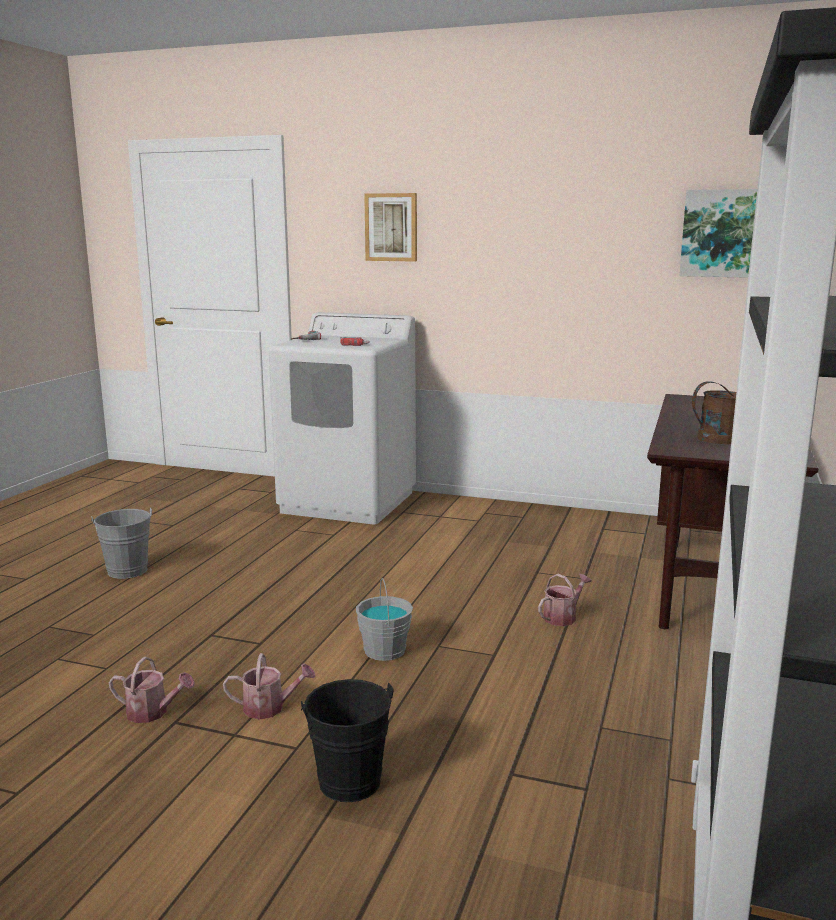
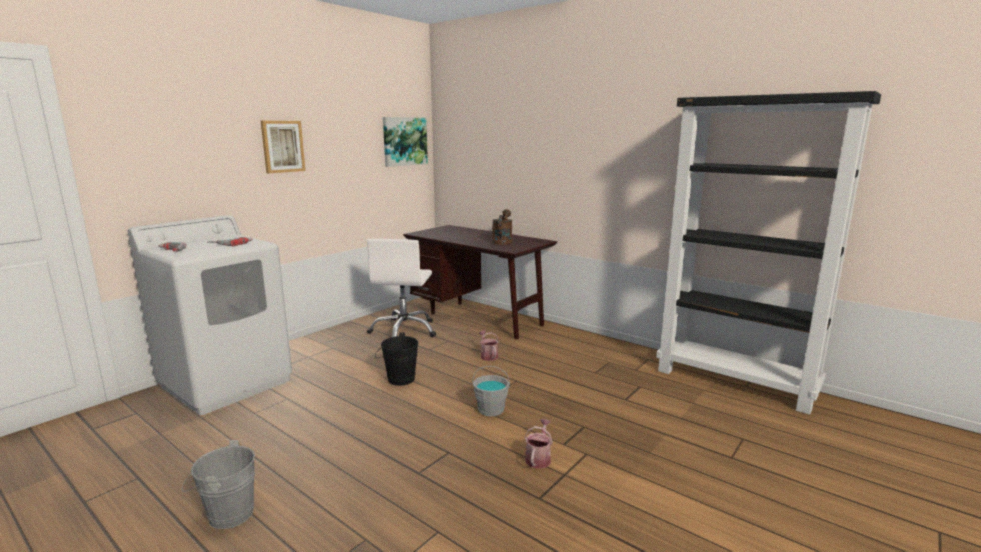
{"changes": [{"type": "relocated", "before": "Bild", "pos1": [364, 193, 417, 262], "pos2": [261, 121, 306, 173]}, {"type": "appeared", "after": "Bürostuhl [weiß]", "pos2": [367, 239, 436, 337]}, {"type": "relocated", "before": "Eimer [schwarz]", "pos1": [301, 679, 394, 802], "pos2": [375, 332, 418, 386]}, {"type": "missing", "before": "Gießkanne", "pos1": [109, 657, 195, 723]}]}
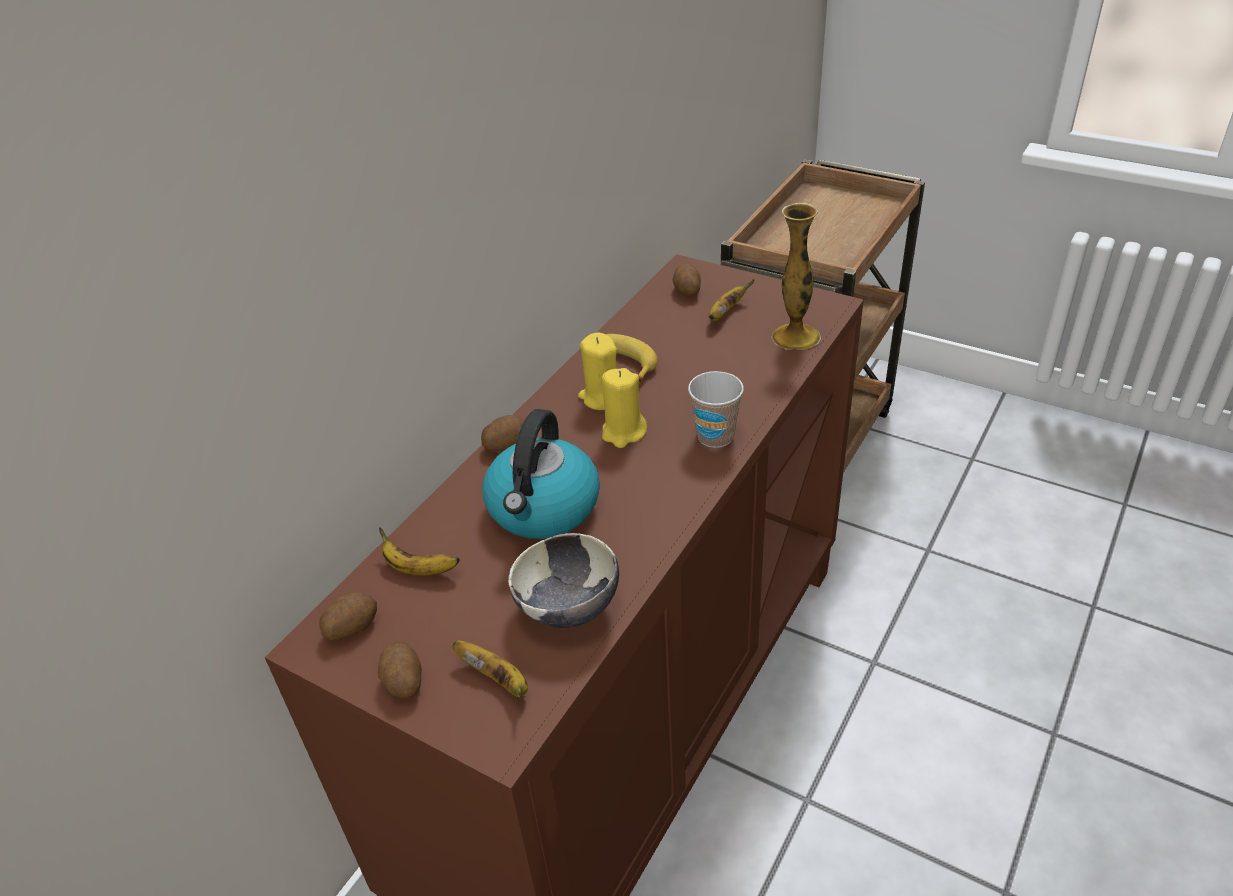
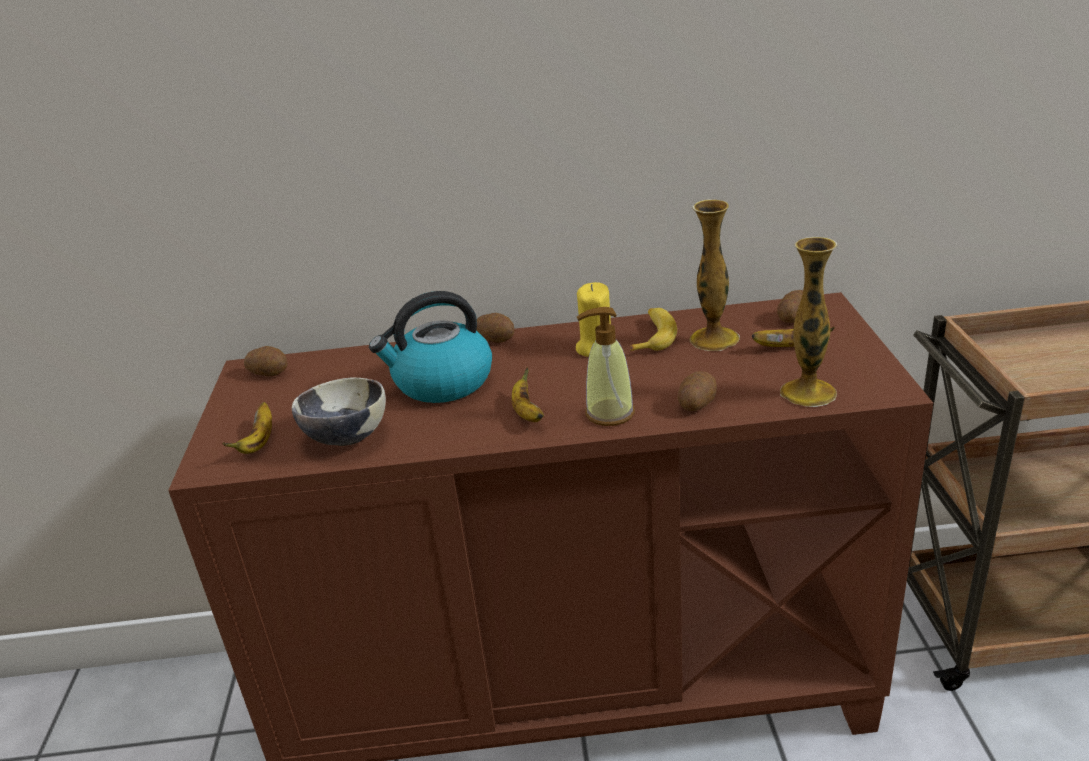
{"changes": [{"type": "relocated", "before": "Banane", "pos1": [379, 527, 460, 576], "pos2": [511, 367, 544, 422]}, {"type": "exchanged", "before": "Tasse", "after": "Seifenspender", "pos1": [688, 371, 744, 448], "pos2": [577, 307, 635, 426]}, {"type": "relocated", "before": "Kartoffel", "pos1": [378, 641, 422, 699], "pos2": [678, 371, 717, 411]}, {"type": "appeared", "after": "Vase", "pos2": [690, 199, 740, 351]}, {"type": "missing", "before": "Kerze [gelb]", "pos1": [601, 368, 647, 448]}]}
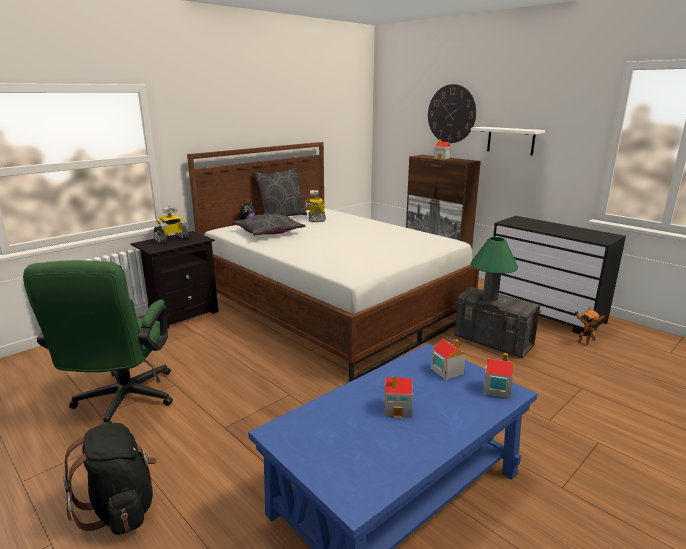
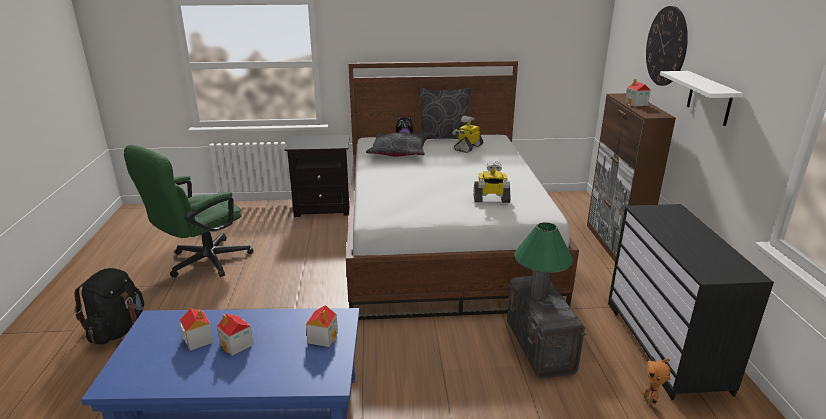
{"changes": [{"type": "relocated", "before": "Spielzeughaus", "pos1": [484, 353, 513, 399], "pos2": [180, 308, 214, 351]}, {"type": "relocated", "before": "Spielzeugroboter", "pos1": [154, 206, 189, 243], "pos2": [473, 161, 510, 203]}]}
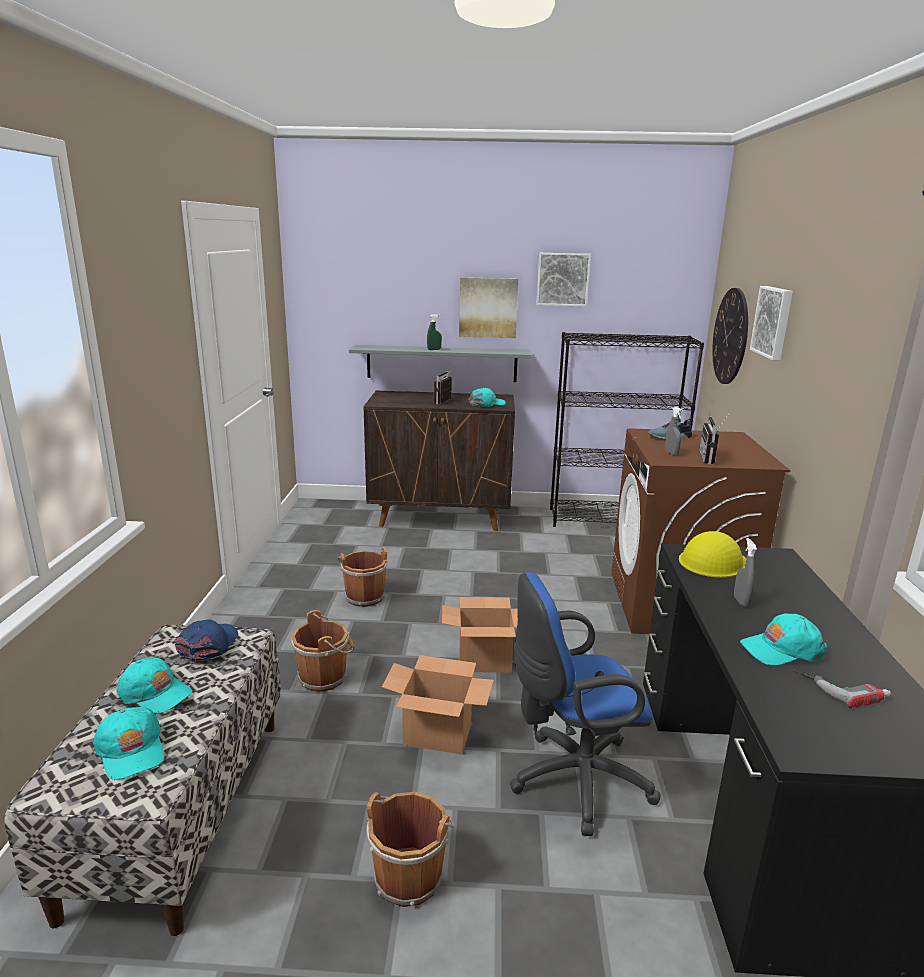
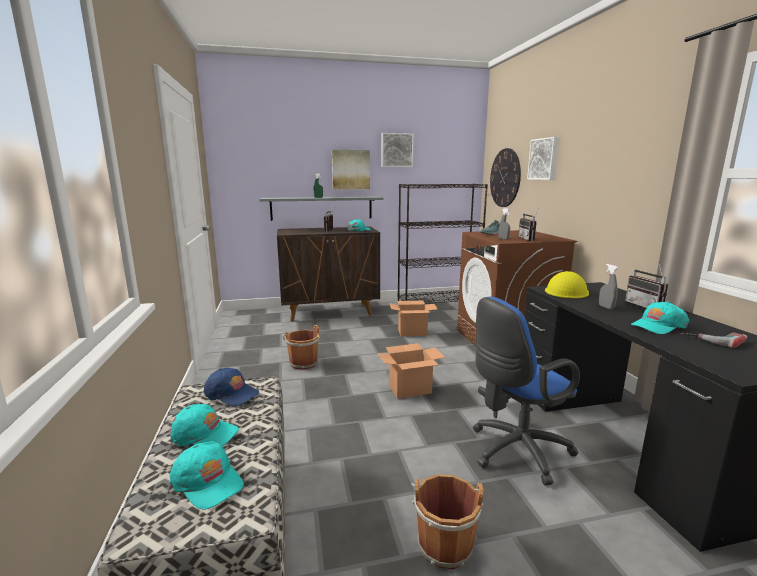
{"changes": [{"type": "spun", "before": "Kappe [blau]", "pos1": [175, 619, 238, 662], "pos2": [204, 368, 259, 406], "turn": 120}, {"type": "relocated", "before": "Karton", "pos1": [382, 655, 494, 755], "pos2": [389, 301, 438, 336]}, {"type": "appeared", "after": "Radio", "pos2": [625, 262, 668, 308]}, {"type": "missing", "before": "Eimer [braun]", "pos1": [291, 610, 354, 692]}]}
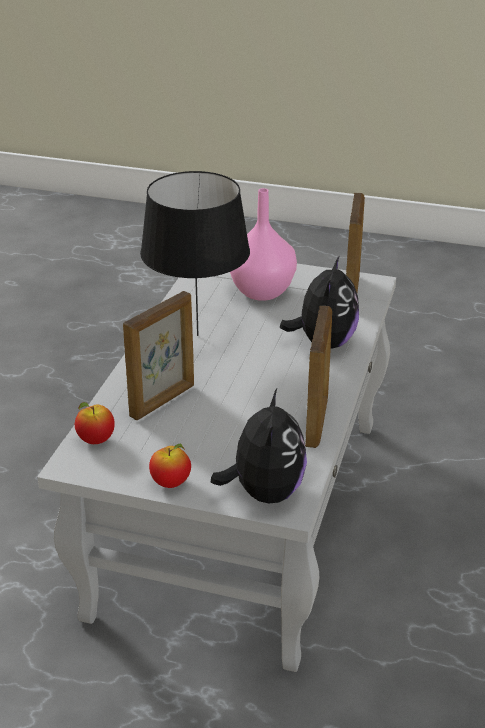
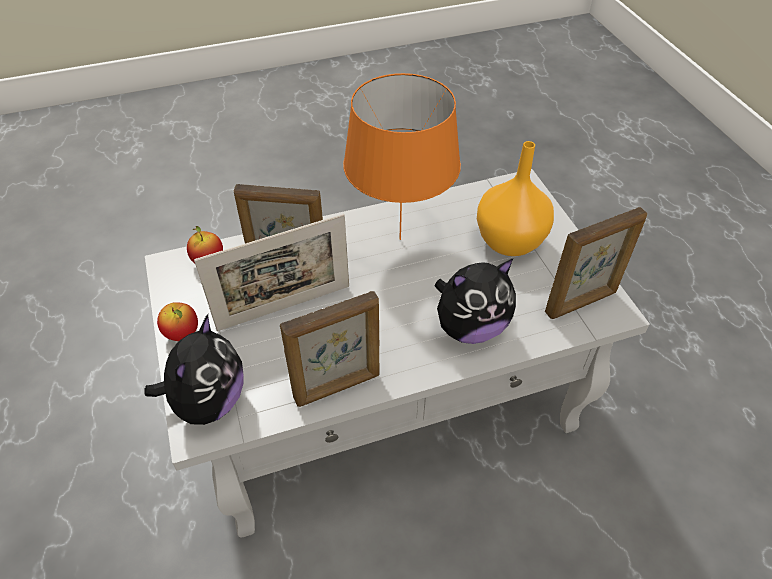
{"changes": [{"type": "spun", "before": "Plüschtier", "pos1": [211, 389, 307, 503], "pos2": [144, 314, 244, 425], "turn": -45}, {"type": "appeared", "after": "Bilderrahmen", "pos2": [194, 214, 349, 331]}, {"type": "colour", "before": "Tischlampe [schwarz]", "after": "Tischlampe [orange]", "pos1": [140, 171, 250, 336], "pos2": [343, 73, 461, 240]}, {"type": "colour", "before": "Vase [rosa]", "after": "Vase [orange]", "pos1": [230, 188, 297, 301], "pos2": [477, 141, 554, 256]}]}
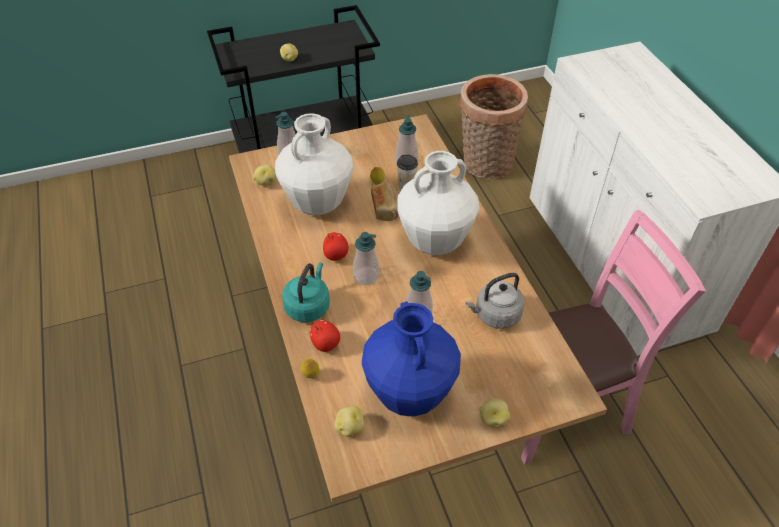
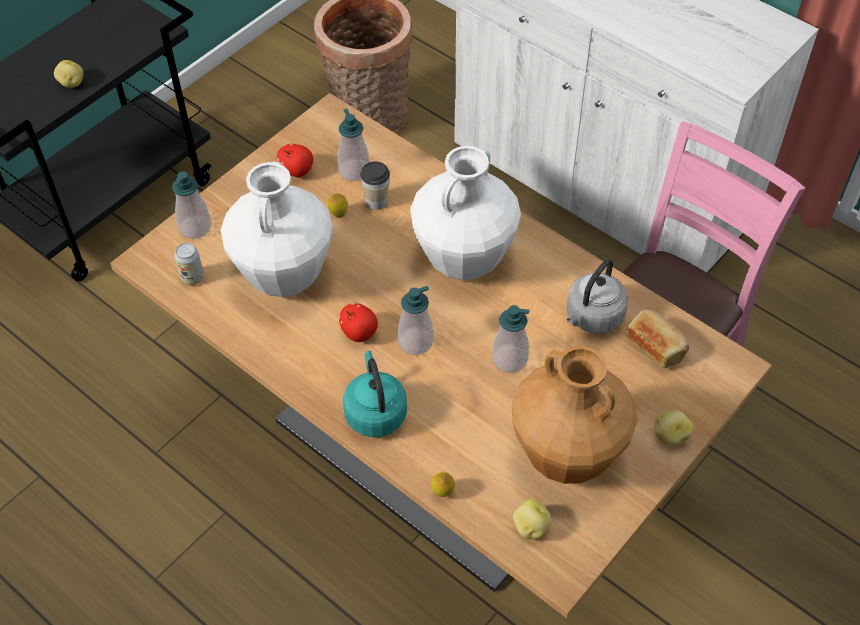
{"changes": [{"type": "exchanged", "before": "Kartoffel", "after": "Dose", "pos1": [253, 164, 276, 186], "pos2": [174, 243, 204, 285]}, {"type": "relocated", "before": "Apfel", "pos1": [310, 320, 340, 352], "pos2": [277, 144, 313, 177]}, {"type": "colour", "before": "Vase [blau]", "after": "Vase [braun]", "pos1": [362, 301, 461, 417], "pos2": [512, 346, 637, 484]}, {"type": "relocated", "before": "Brot", "pos1": [371, 182, 399, 221], "pos2": [626, 310, 689, 368]}]}
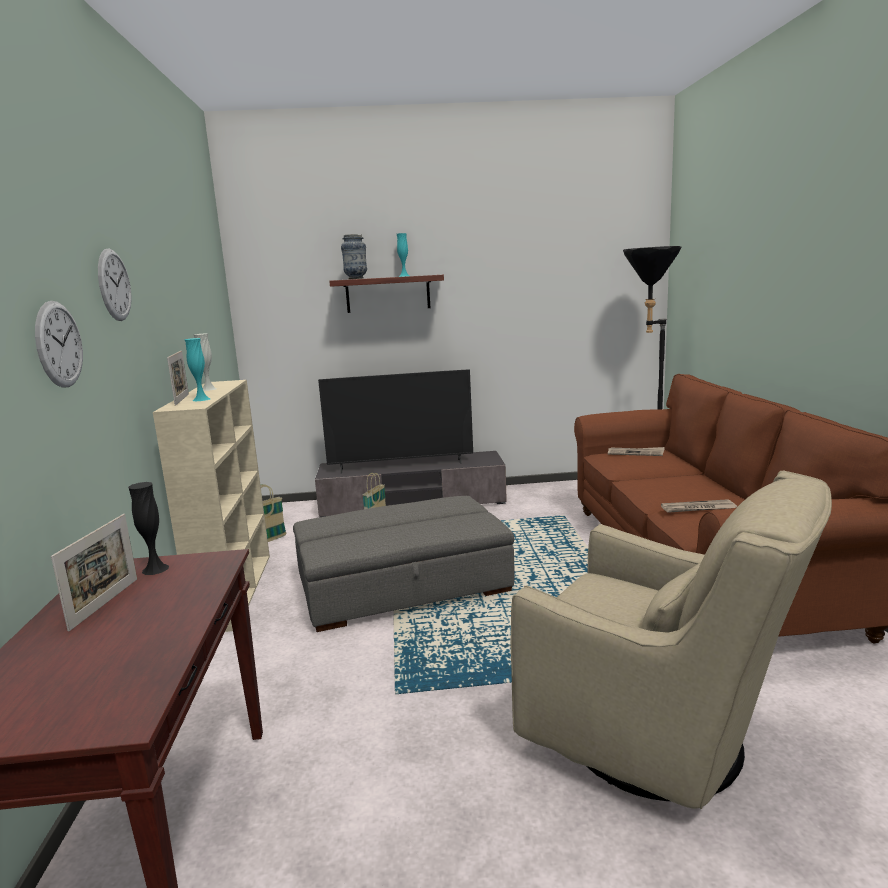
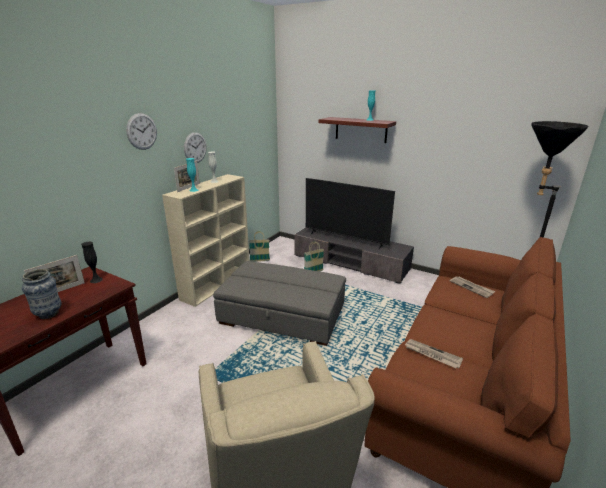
{"changes": [{"type": "relocated", "before": "Vase", "pos1": [341, 234, 367, 279], "pos2": [22, 269, 61, 319]}, {"type": "relocated", "before": "Wanduhr", "pos1": [35, 301, 83, 388], "pos2": [184, 132, 207, 163]}]}
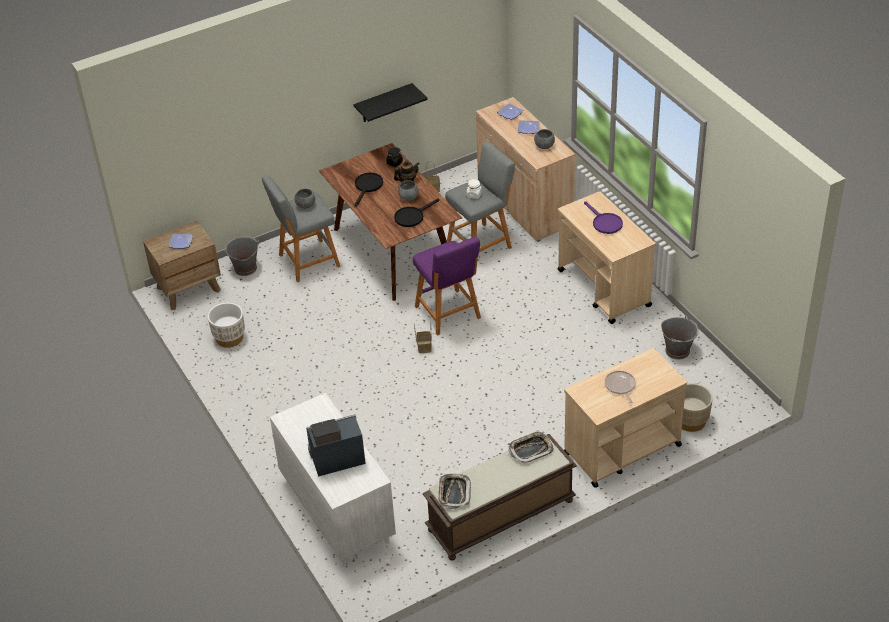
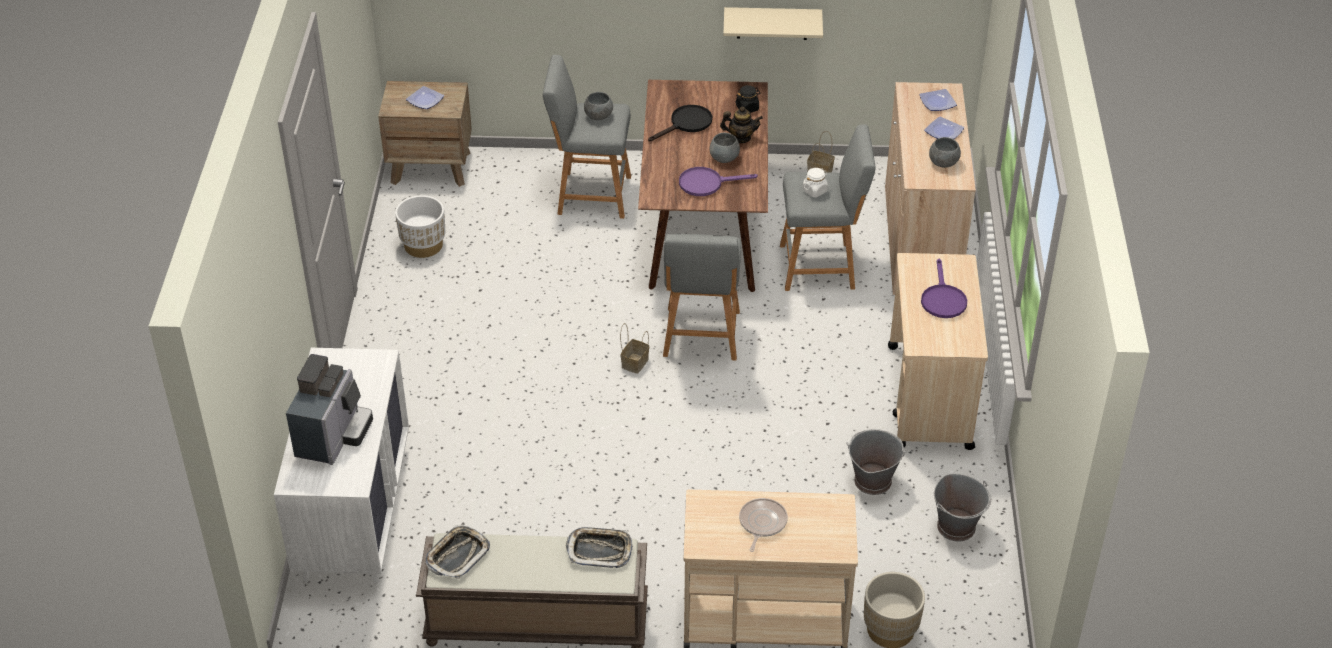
{"changes": [{"type": "spun", "before": "Kaffeemaschine", "pos1": [306, 414, 366, 477], "pos2": [286, 354, 373, 465], "turn": 90}, {"type": "colour", "before": "Hocker [lila]", "after": "Hocker [grau]", "pos1": [413, 237, 481, 336], "pos2": [663, 234, 741, 360]}, {"type": "colour", "before": "Pfanne [schwarz]", "after": "Pfanne [lila]", "pos1": [394, 199, 439, 227], "pos2": [679, 167, 758, 196]}, {"type": "colour", "before": "Wandregal [schwarz]", "after": "Wandregal [beige]", "pos1": [354, 83, 427, 122], "pos2": [723, 7, 823, 40]}, {"type": "relocated", "before": "Eimer [grau]", "pos1": [224, 236, 259, 276], "pos2": [846, 429, 907, 495]}]}
